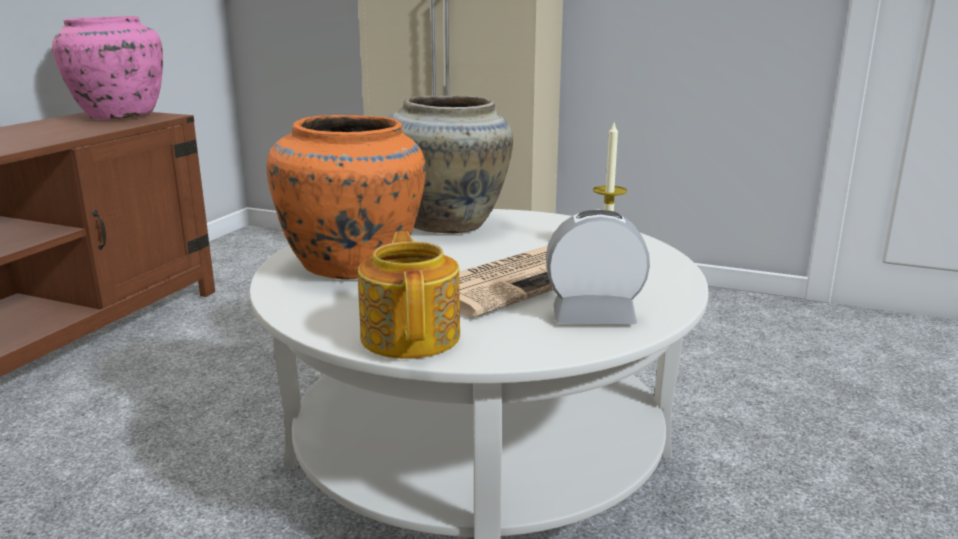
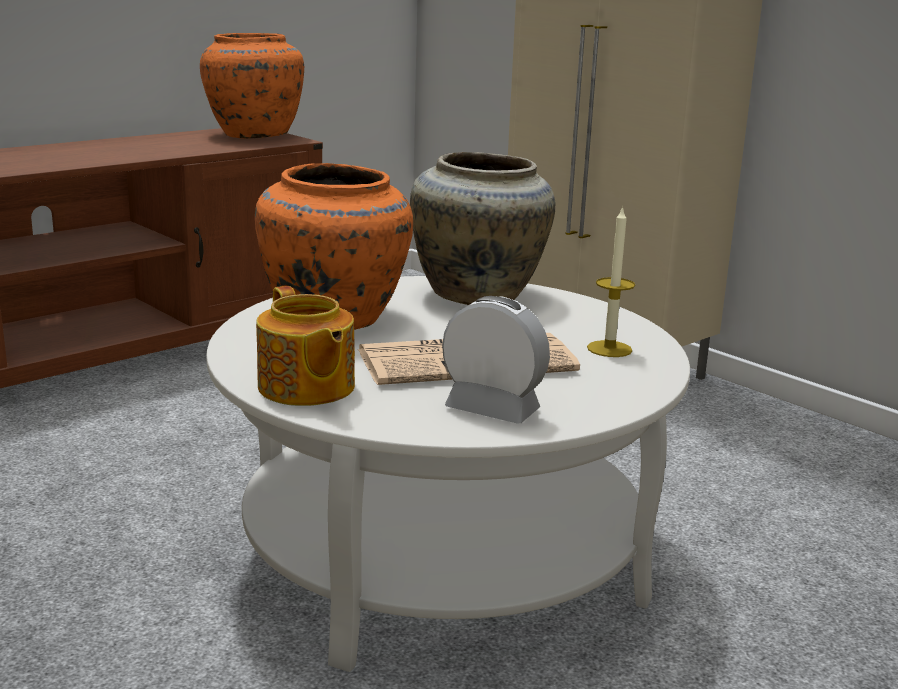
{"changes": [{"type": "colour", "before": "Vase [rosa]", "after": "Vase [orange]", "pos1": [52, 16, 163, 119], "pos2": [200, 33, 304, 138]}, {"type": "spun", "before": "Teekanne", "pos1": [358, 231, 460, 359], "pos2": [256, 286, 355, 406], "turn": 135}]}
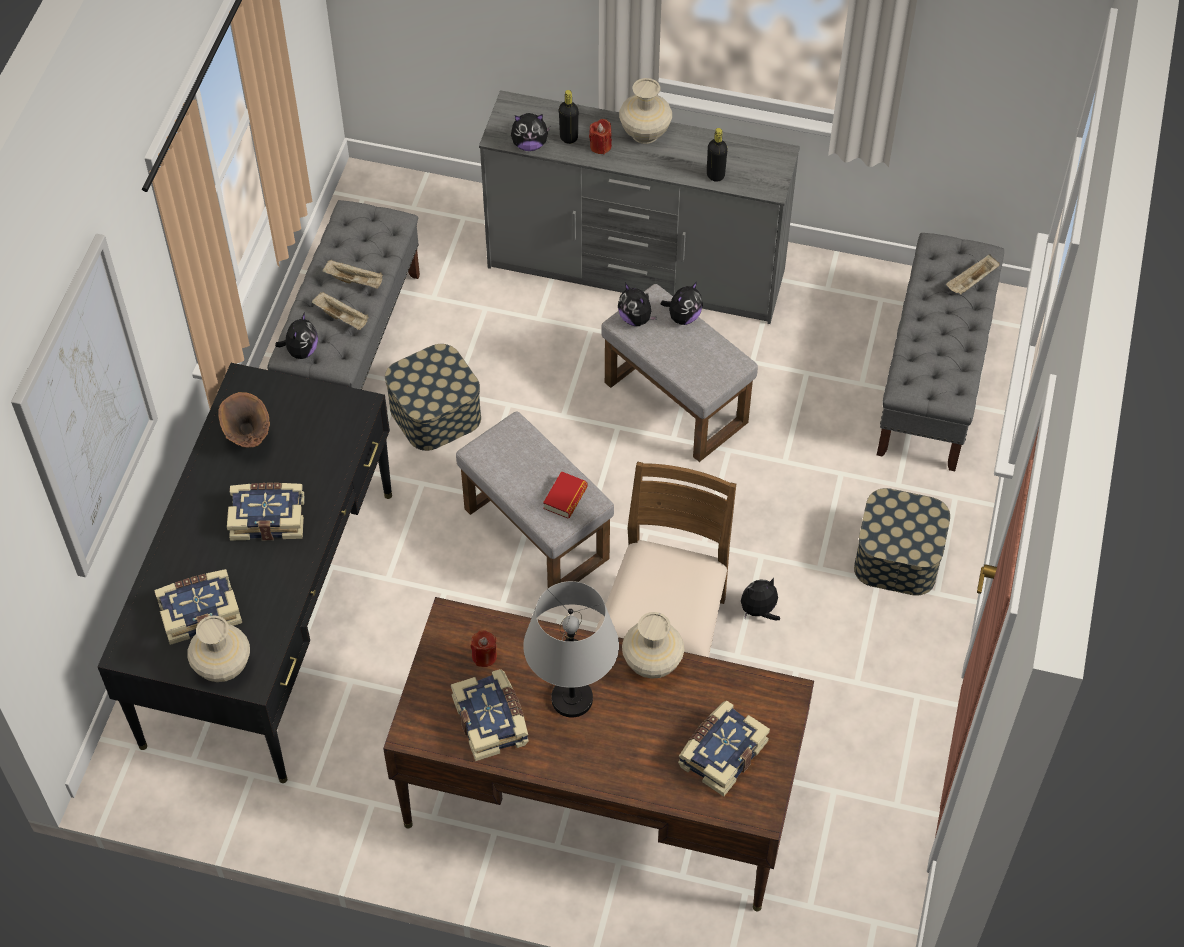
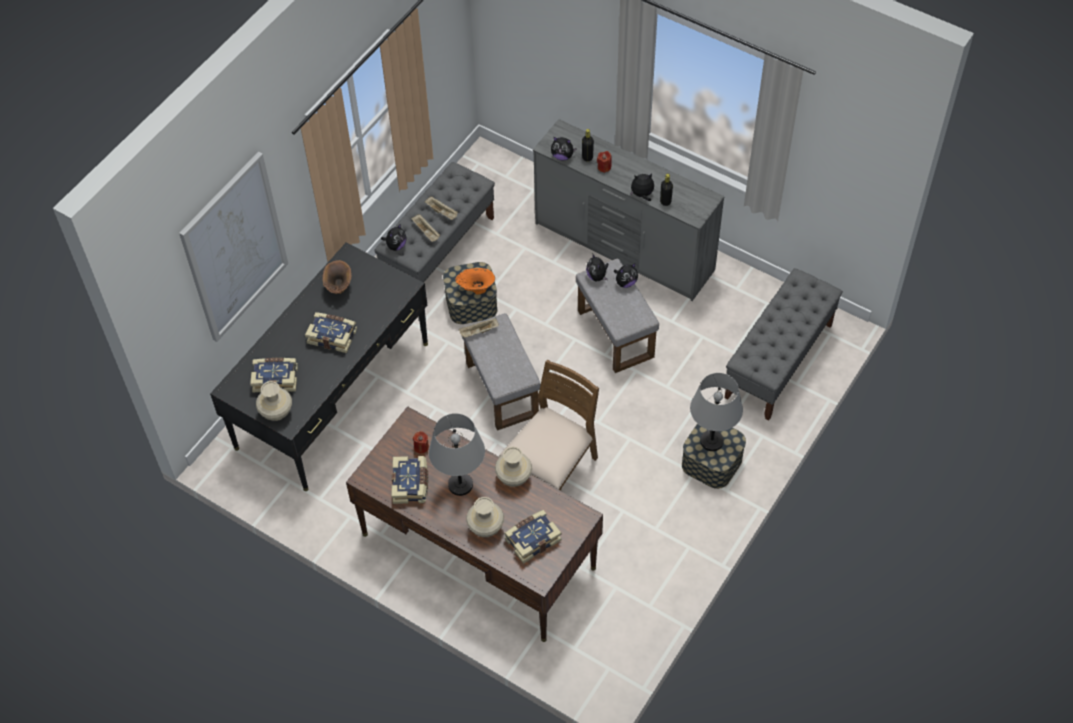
{"changes": [{"type": "appeared", "after": "Vase [orange]", "pos2": [455, 268, 495, 295]}, {"type": "relocated", "before": "Tablett [beige]", "pos1": [946, 254, 1000, 295], "pos2": [459, 318, 499, 338]}, {"type": "relocated", "before": "Vase [beige]", "pos1": [619, 78, 672, 144], "pos2": [466, 497, 504, 537]}, {"type": "relocated", "before": "Plüschtier", "pos1": [741, 578, 780, 620], "pos2": [630, 173, 654, 201]}, {"type": "appeared", "after": "Tischlampe [grau]", "pos2": [690, 373, 743, 451]}, {"type": "missing", "before": "Buch", "pos1": [543, 471, 588, 519]}]}
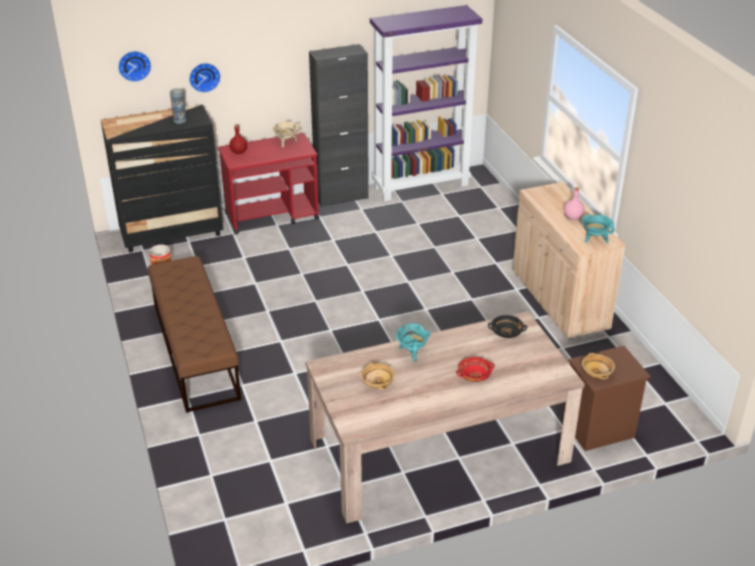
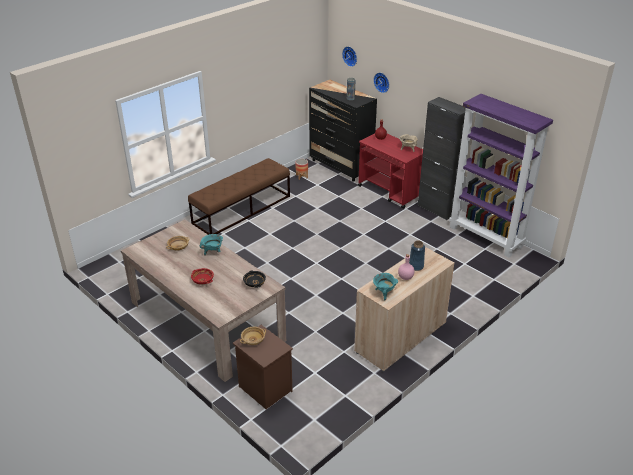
{"changes": [{"type": "appeared", "after": "Vase [blau]", "pos2": [409, 241, 425, 271]}]}
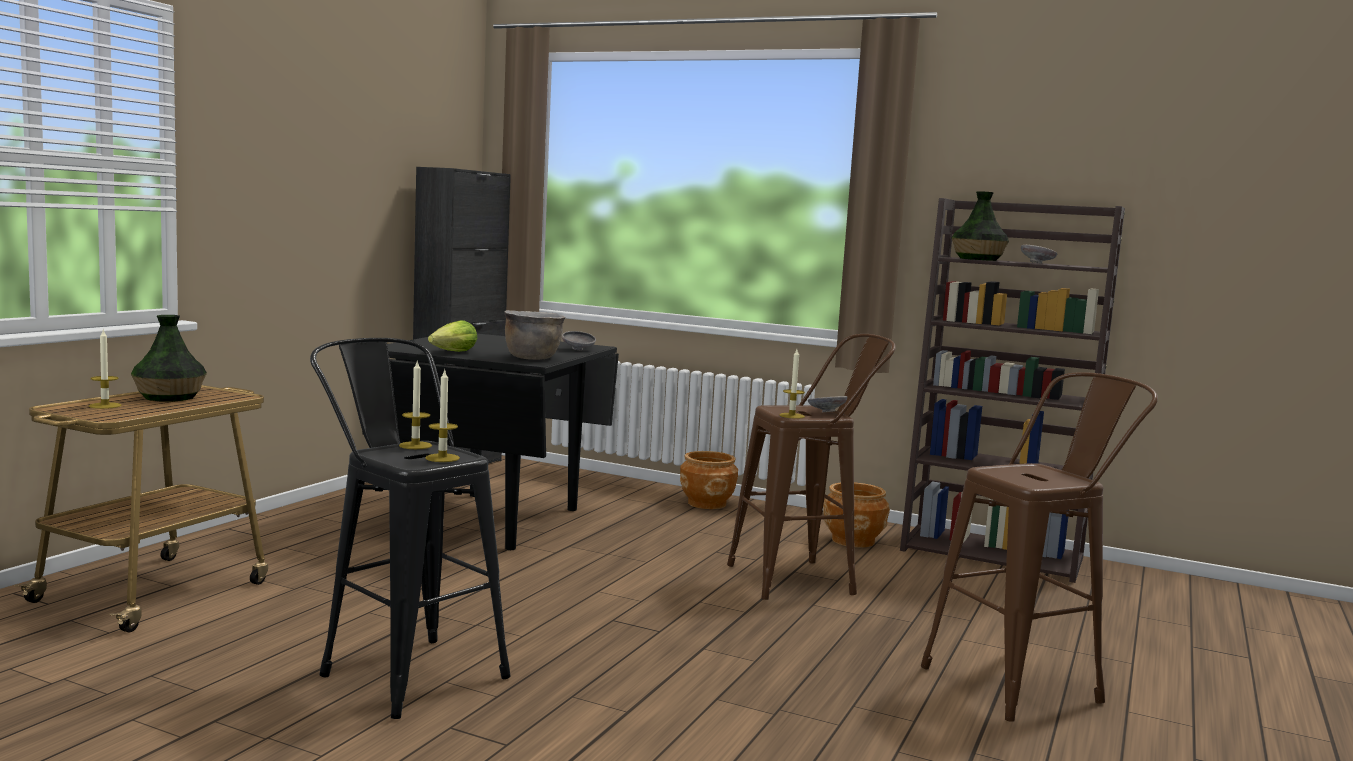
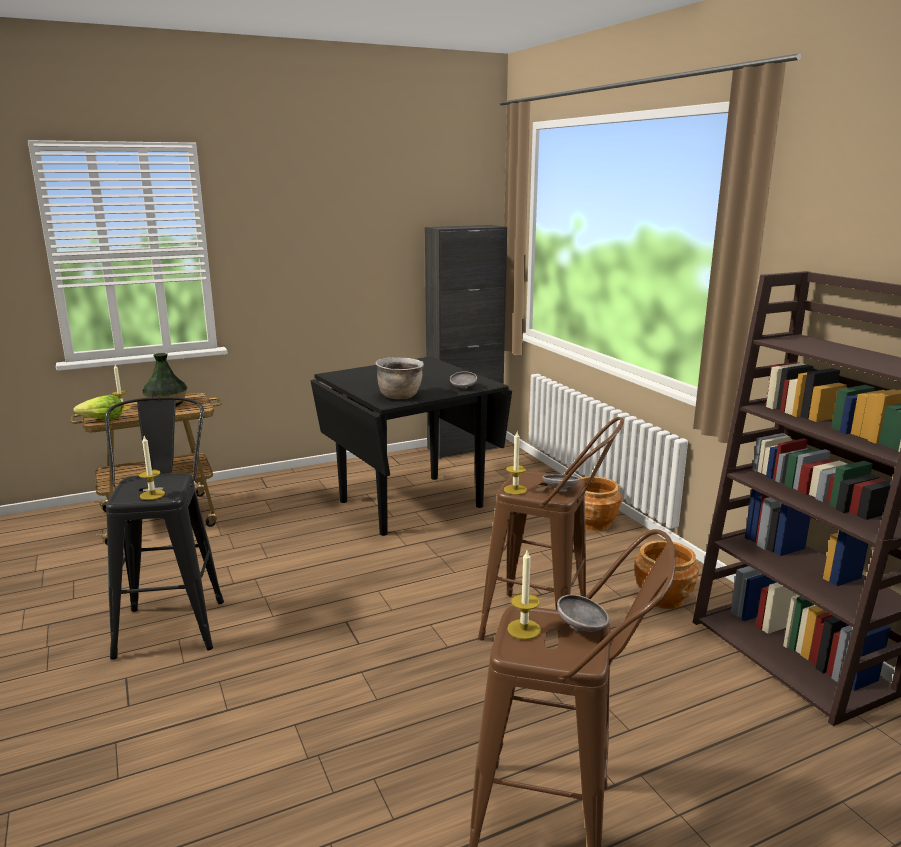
{"changes": [{"type": "relocated", "before": "Salatkopf", "pos1": [428, 320, 477, 352], "pos2": [73, 395, 122, 419]}, {"type": "relocated", "before": "Kerze", "pos1": [399, 362, 432, 449], "pos2": [507, 550, 541, 640]}, {"type": "relocated", "before": "Schüssel [grau]", "pos1": [1021, 245, 1057, 264], "pos2": [557, 595, 609, 632]}, {"type": "missing", "before": "Vase", "pos1": [952, 191, 1009, 261]}]}
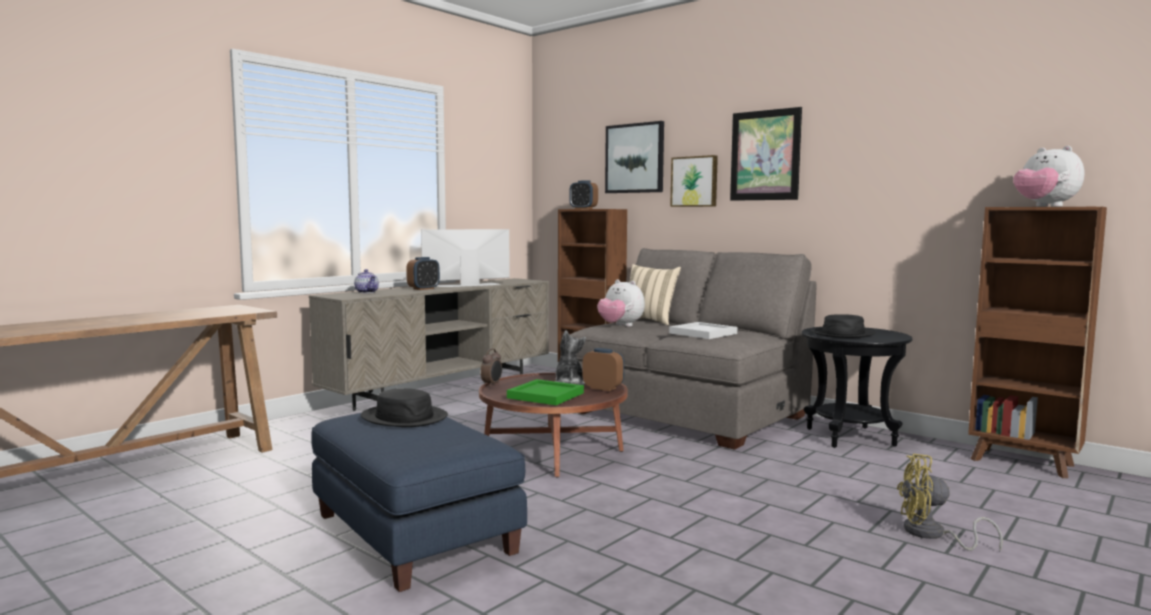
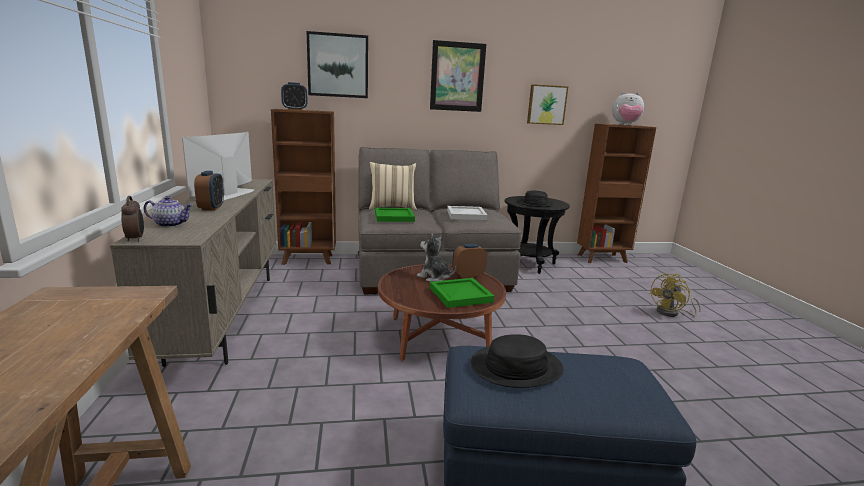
{"changes": [{"type": "relocated", "before": "Wecker", "pos1": [480, 348, 502, 387], "pos2": [121, 196, 144, 242]}, {"type": "exchanged", "before": "Plüschtier", "after": "Tablett [grün]", "pos1": [597, 280, 645, 327], "pos2": [375, 208, 415, 222]}, {"type": "relocated", "before": "Bild", "pos1": [670, 155, 718, 207], "pos2": [527, 84, 568, 125]}]}
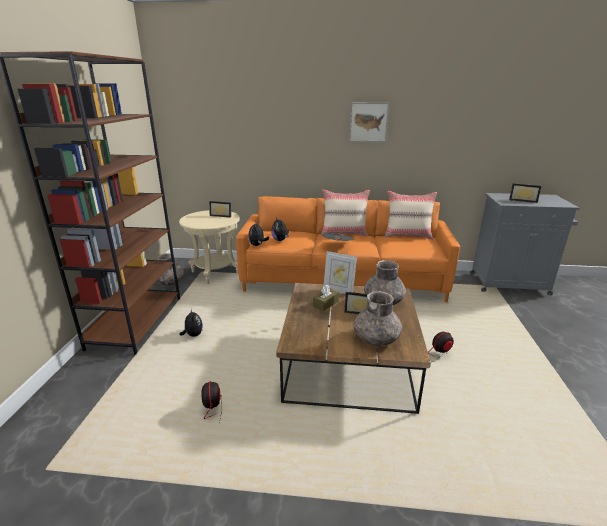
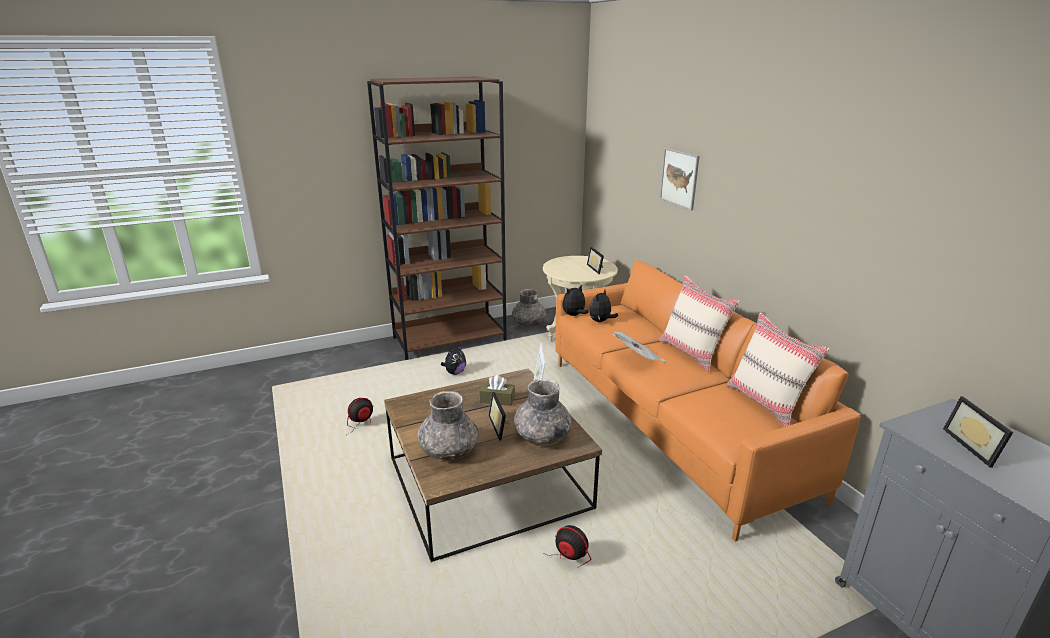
{"changes": [{"type": "relocated", "before": "Bild", "pos1": [350, 103, 389, 142], "pos2": [660, 148, 700, 211]}]}
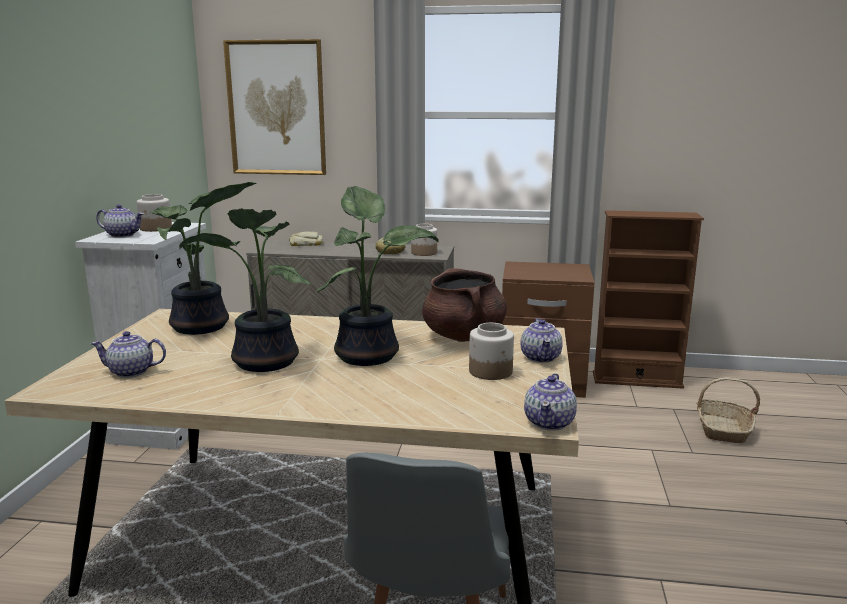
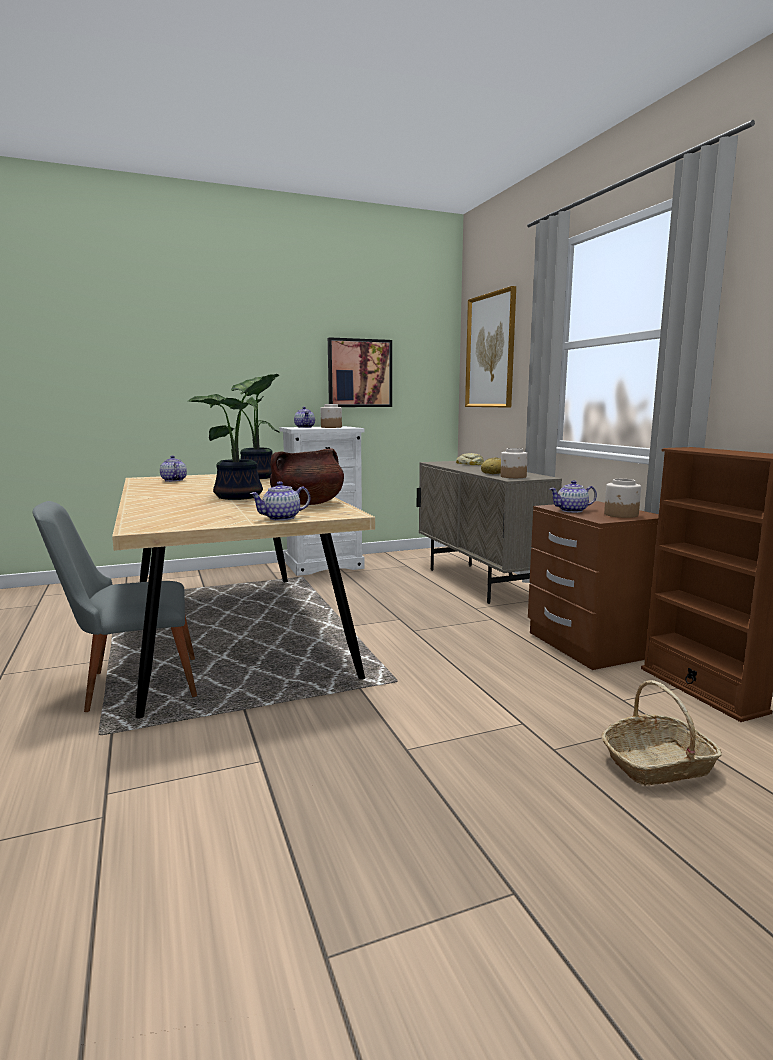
{"changes": [{"type": "appeared", "after": "Bild", "pos2": [328, 337, 392, 407]}, {"type": "relocated", "before": "Teekanne", "pos1": [524, 373, 577, 431], "pos2": [550, 480, 597, 513]}, {"type": "relocated", "before": "Vorratsglas", "pos1": [469, 323, 514, 380], "pos2": [604, 479, 641, 518]}, {"type": "missing", "before": "Topfpflanze", "pos1": [179, 208, 311, 372]}]}
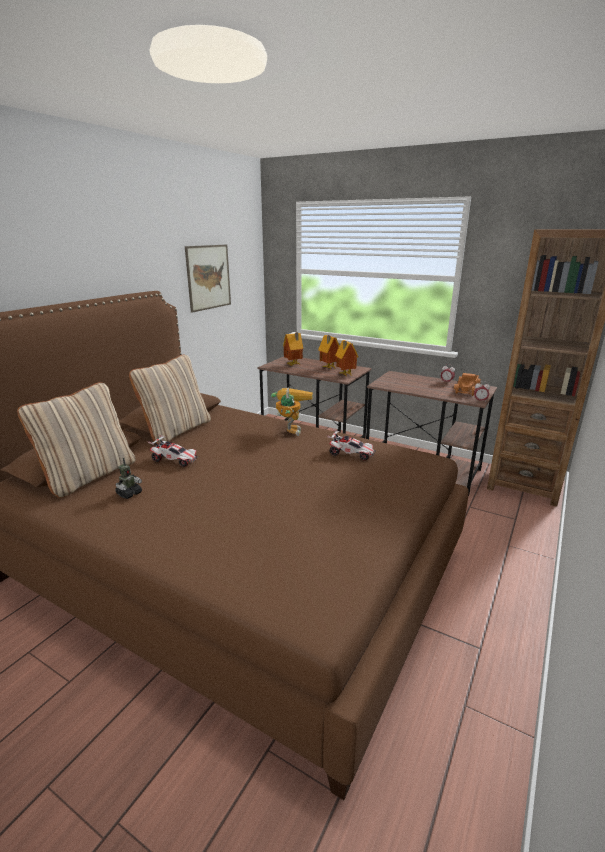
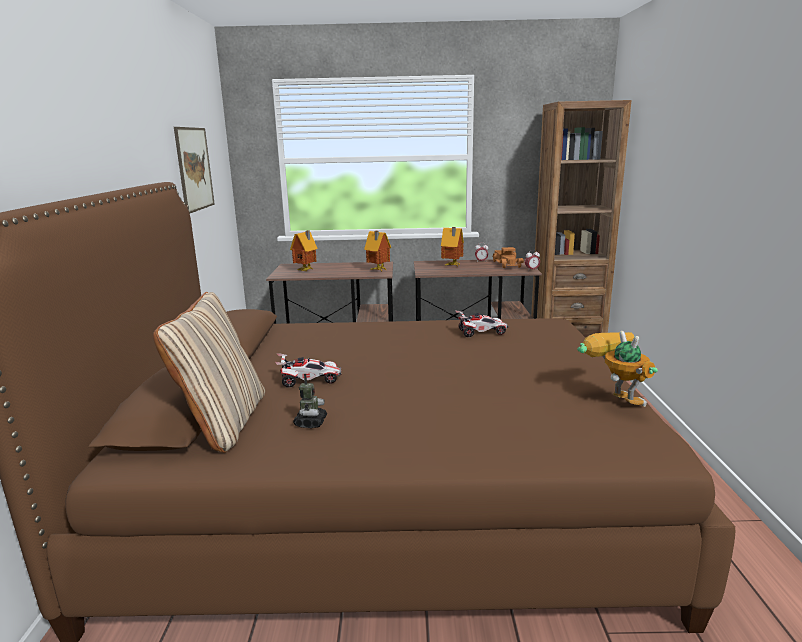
{"changes": [{"type": "relocated", "before": "Spielzeughaus", "pos1": [318, 335, 339, 369], "pos2": [441, 227, 464, 267]}, {"type": "relocated", "before": "Spielzeugroboter", "pos1": [271, 388, 313, 436], "pos2": [577, 331, 658, 407]}, {"type": "missing", "before": "Kissen [beige]", "pos1": [129, 354, 211, 444]}]}
